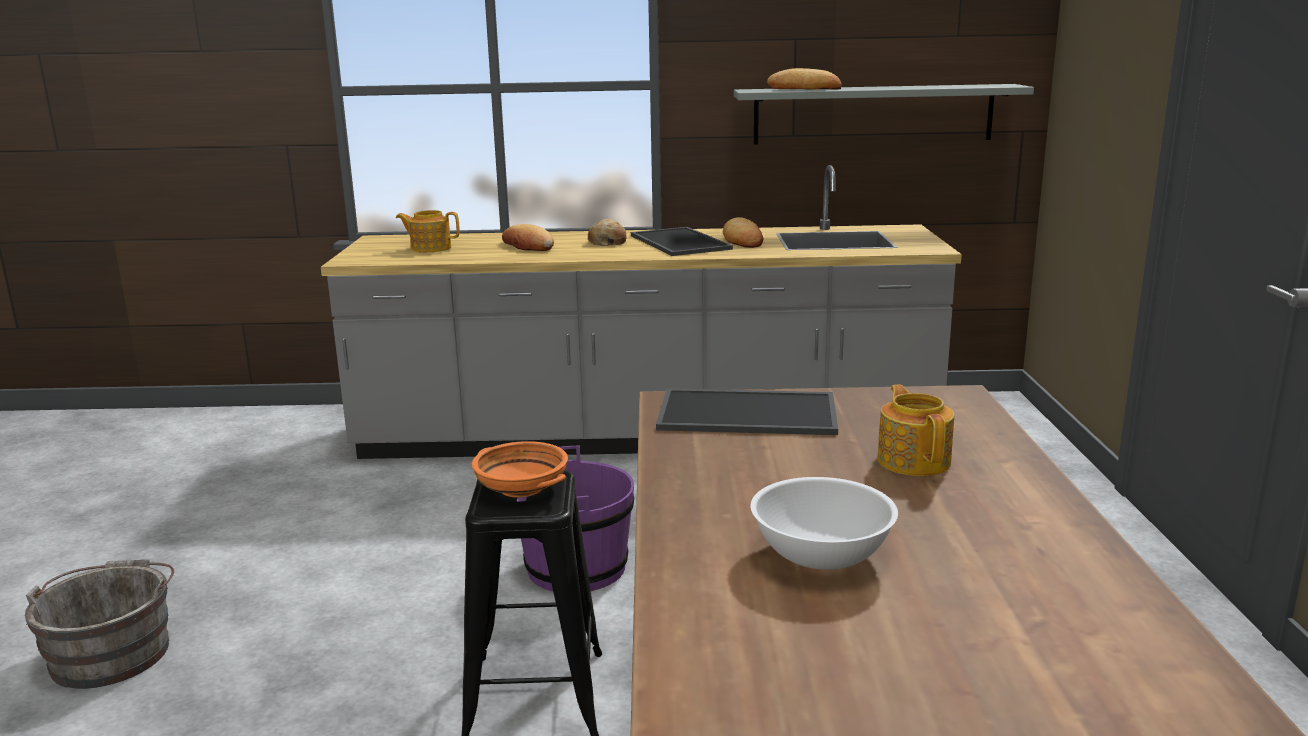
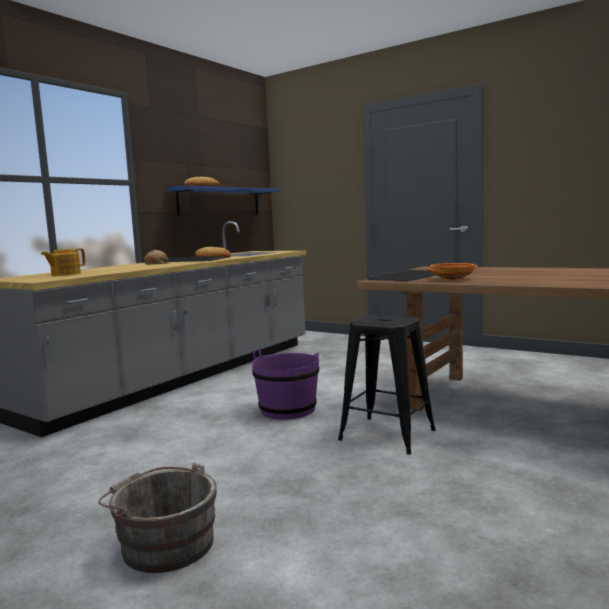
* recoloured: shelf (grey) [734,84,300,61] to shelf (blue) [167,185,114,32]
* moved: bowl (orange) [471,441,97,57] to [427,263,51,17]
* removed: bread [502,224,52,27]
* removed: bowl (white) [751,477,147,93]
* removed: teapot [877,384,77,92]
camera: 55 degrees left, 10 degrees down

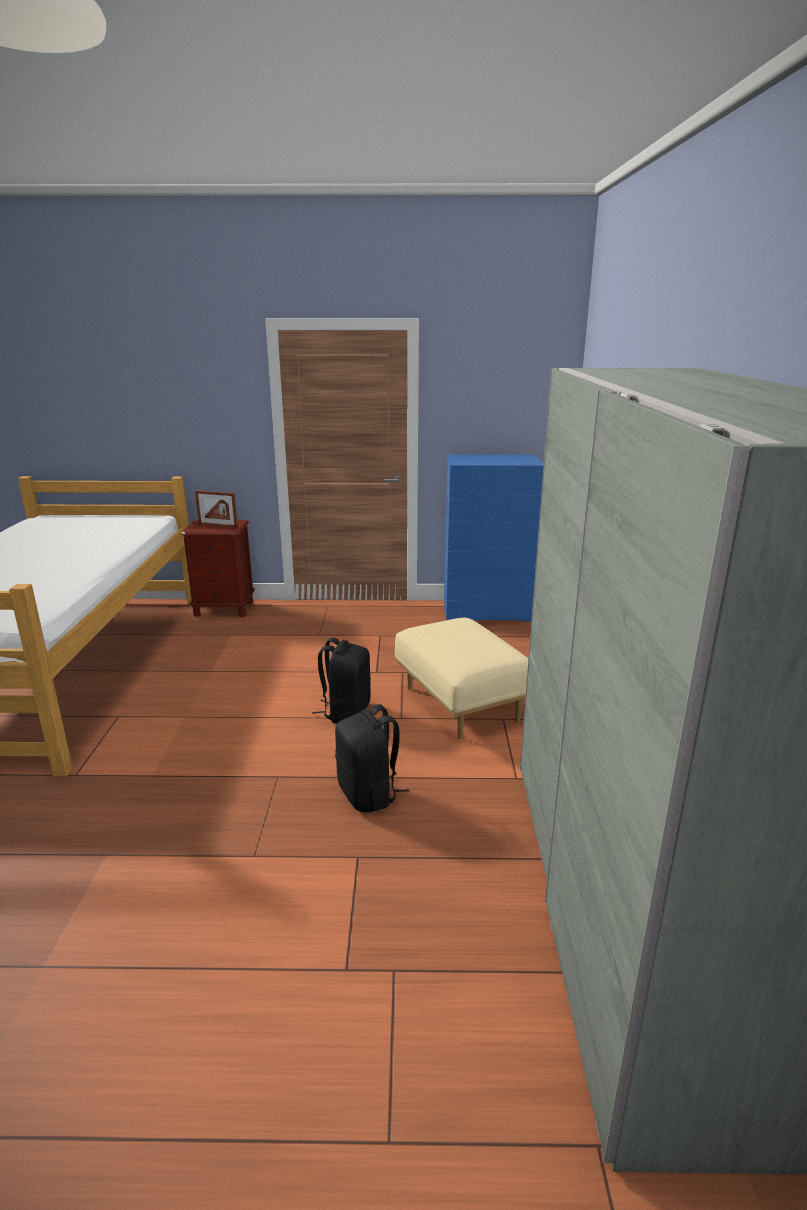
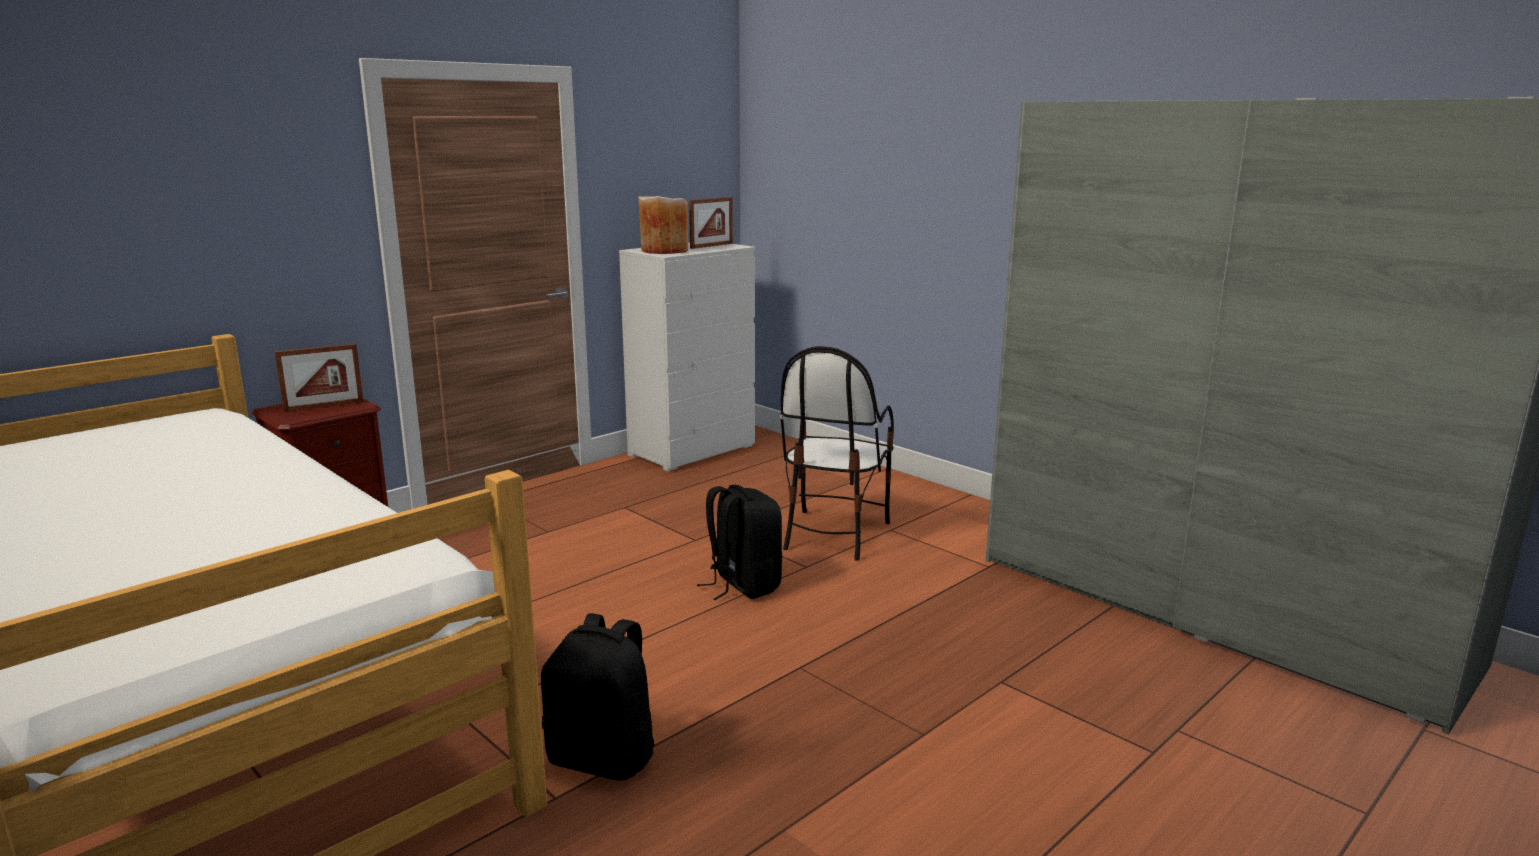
* moved: backpack (black) [335,704,74,109] to [541,613,114,168]
* recoloured: dresser (blue) [444,455,99,167] to dresser (white) [619,243,136,228]
* added: vase (beige) [638,196,50,58]
* added: picture frame [689,197,44,52]
* replaced: ottoman (beige) [395,618,133,121] to chair [780,346,114,215]
camera: 45 degrees left, 5 degrees down

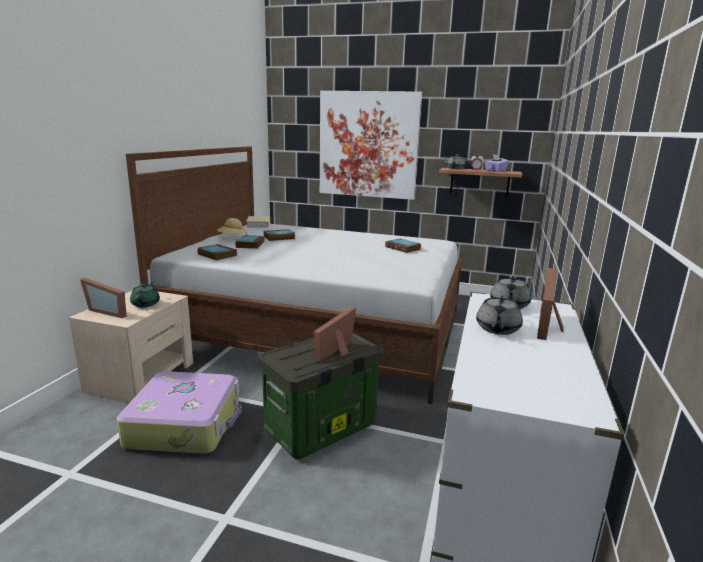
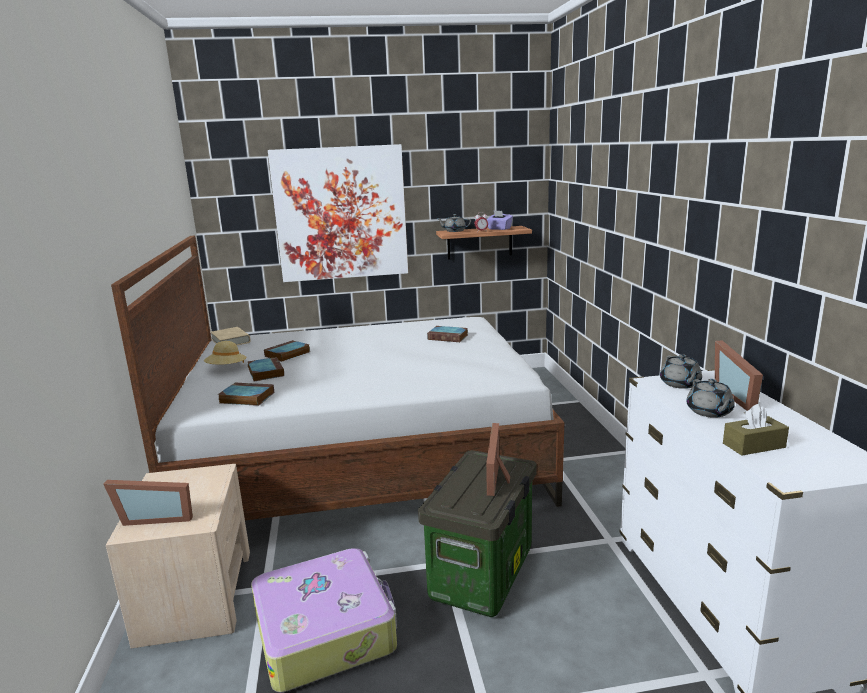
* added: tissue box (brown) [723,404,66,51]
* removed: teapot (green) [130,281,30,26]
camera: 25 degrees left, 0 degrees up

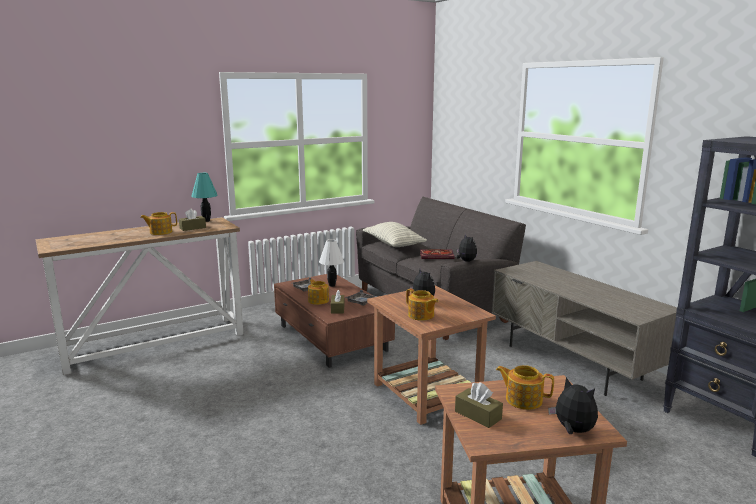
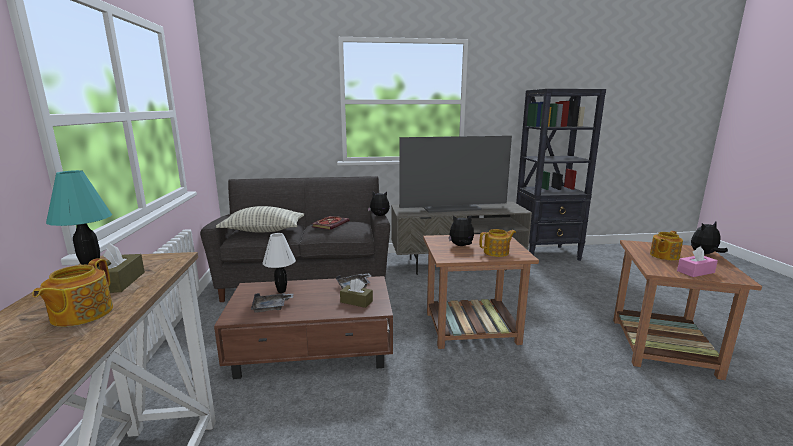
* added: television [399,136,113,77]
* recoloured: tissue box (brown) [455,382,48,46] to tissue box (pink) [677,246,41,31]
* removed: teapot [308,279,21,26]
camera: 65 degrees left, 0 degrees up

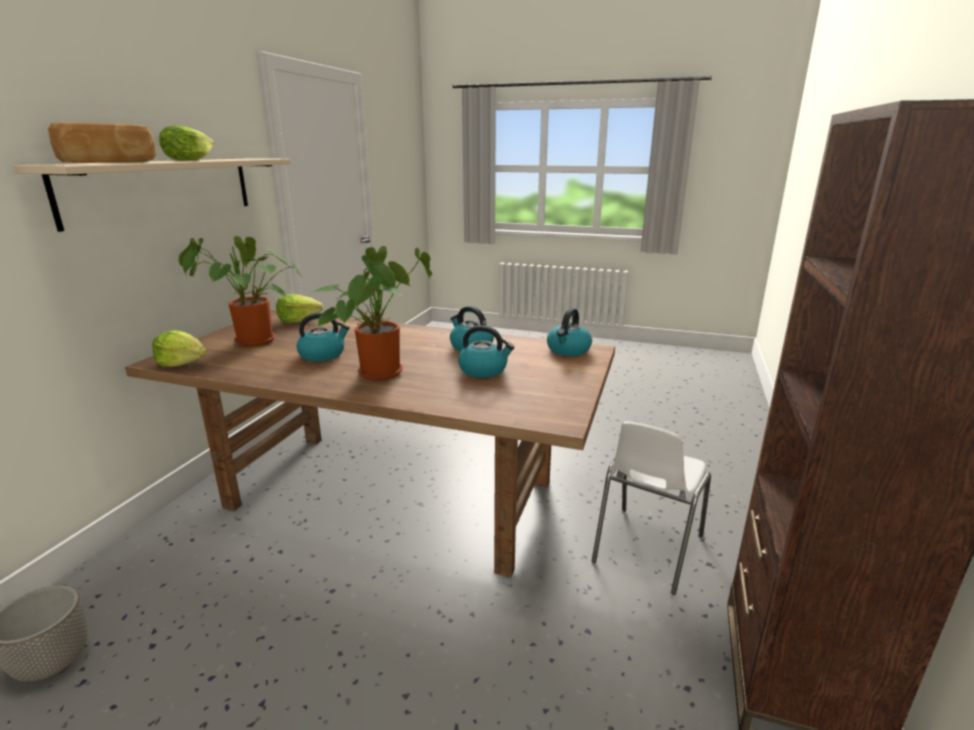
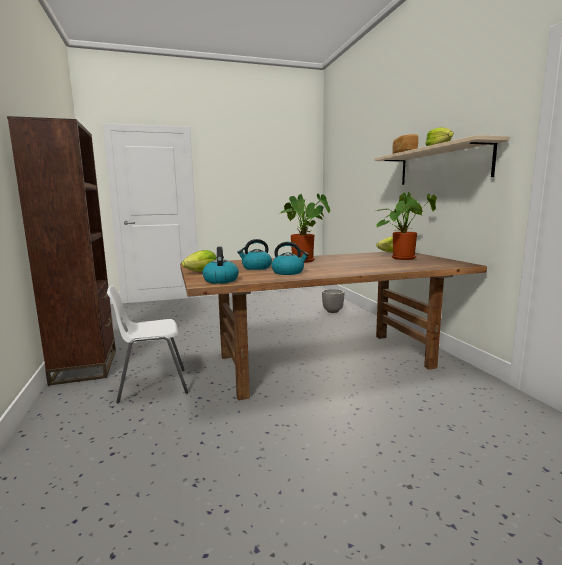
* turned: chair (white) [592,421,119,174] = [107,286,81,117] 105 degrees counterclockwise
* moved: lettuce [276,294,47,29] to [182,250,35,22]
* removed: kettle [297,313,53,49]
camera: 145 degrees right, 10 degrees down

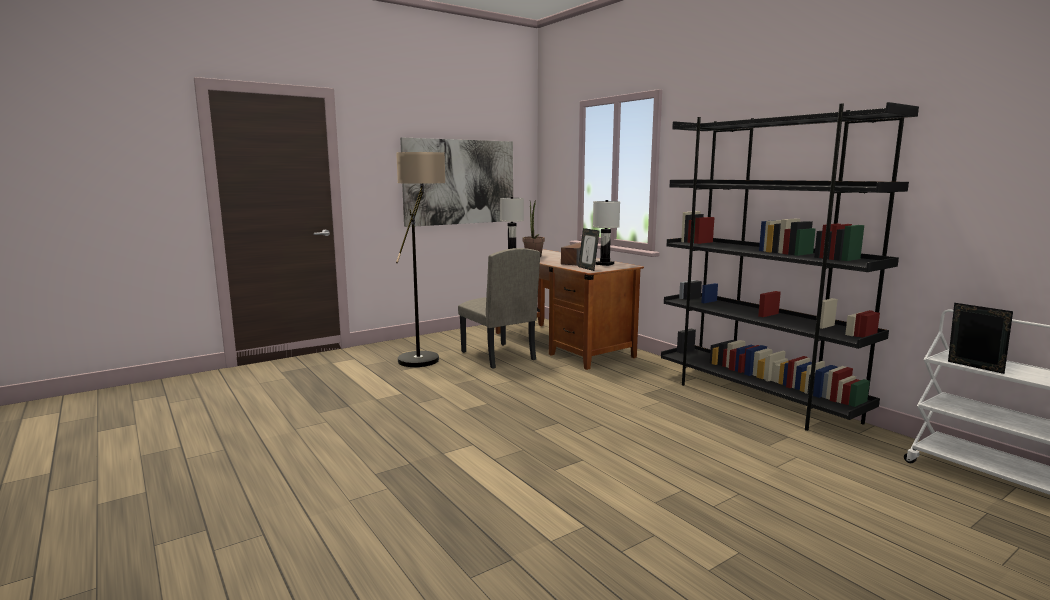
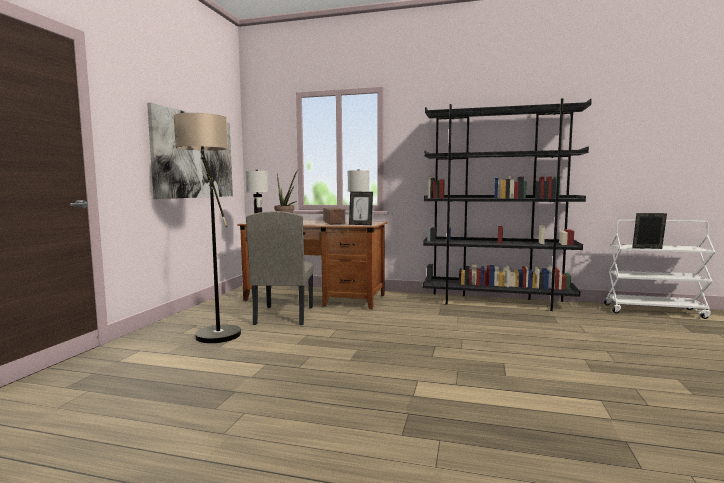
* turned: chair (beige) [458,248,82,121] = [246,211,68,114] 75 degrees clockwise
camera: 40 degrees left, 5 degrees down

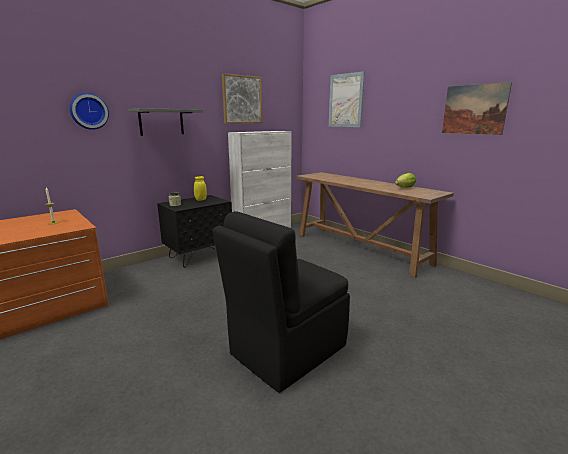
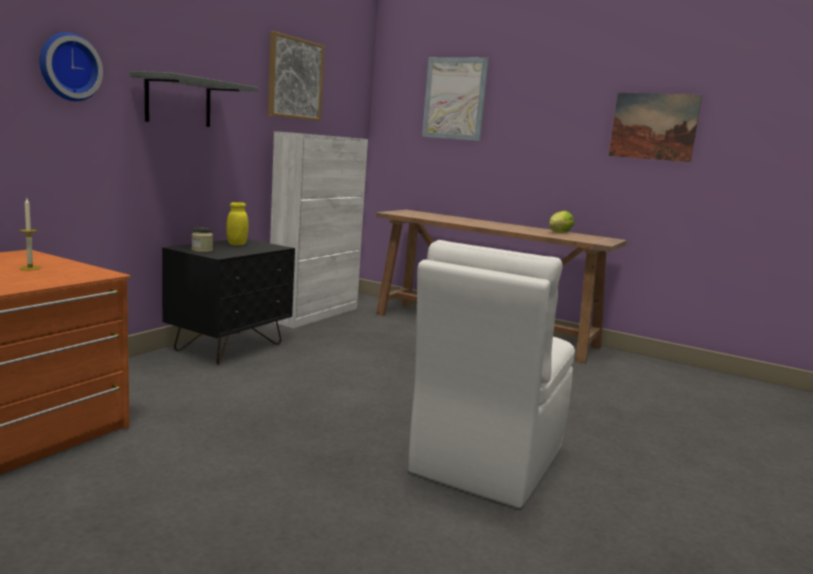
* recoloured: chair (black) [212,211,138,182] to chair (white) [408,240,167,268]
camera: 20 degrees left, 5 degrees down

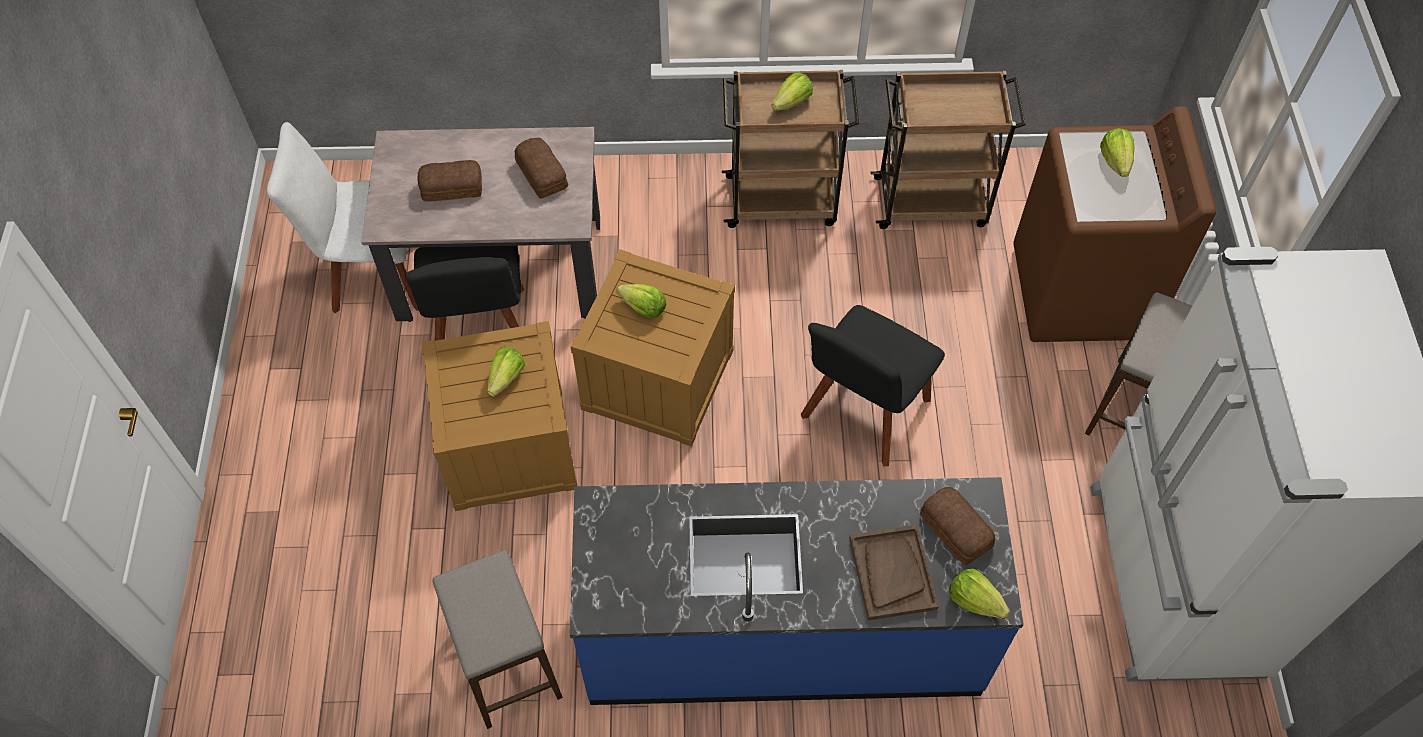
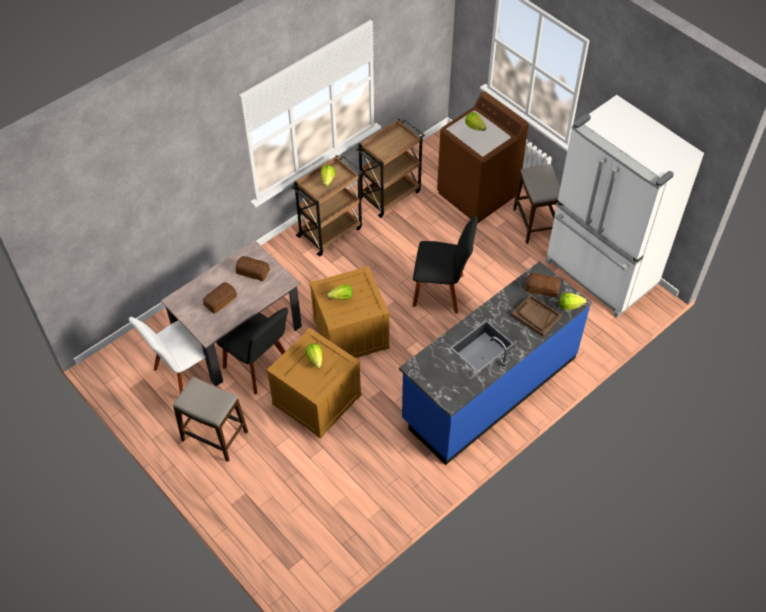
* moved: stool [433,550,130,179] to [173,377,75,85]
* turned: chair (black) [801,305,144,162] = [412,216,66,98] 75 degrees counterclockwise
camera: 40 degrees left, 5 degrees down

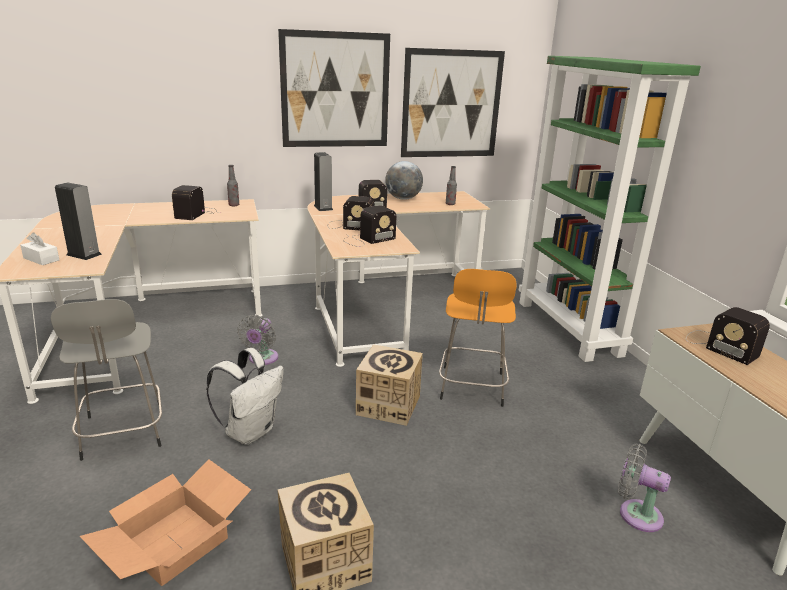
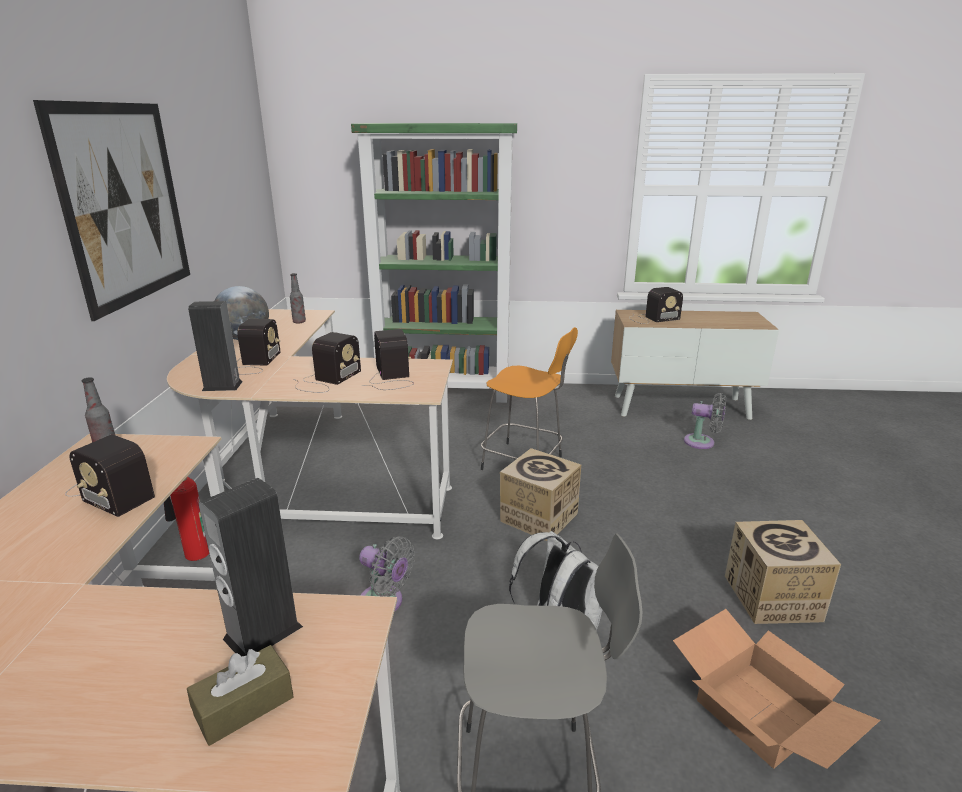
* added: fire extinguisher [164,477,45,84]
* recoloured: tissue box (white) [20,233,39,32] to tissue box (brown) [187,645,107,101]
* turned: fan (grey) [618,444,53,88] = [684,393,42,56] 120 degrees counterclockwise
* removed: picture [401,48,104,109]
camera: 70 degrees left, 0 degrees up

